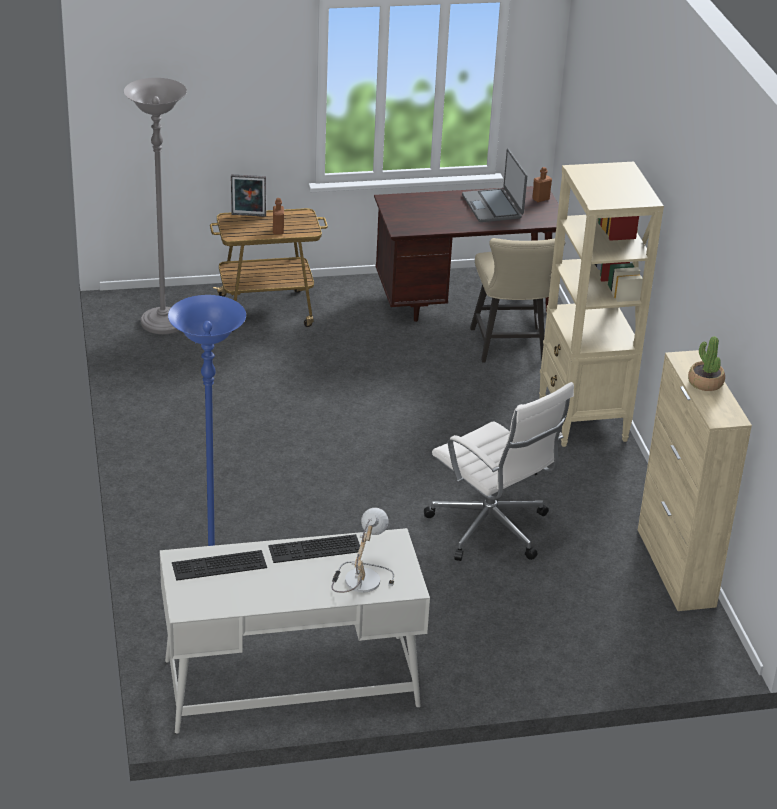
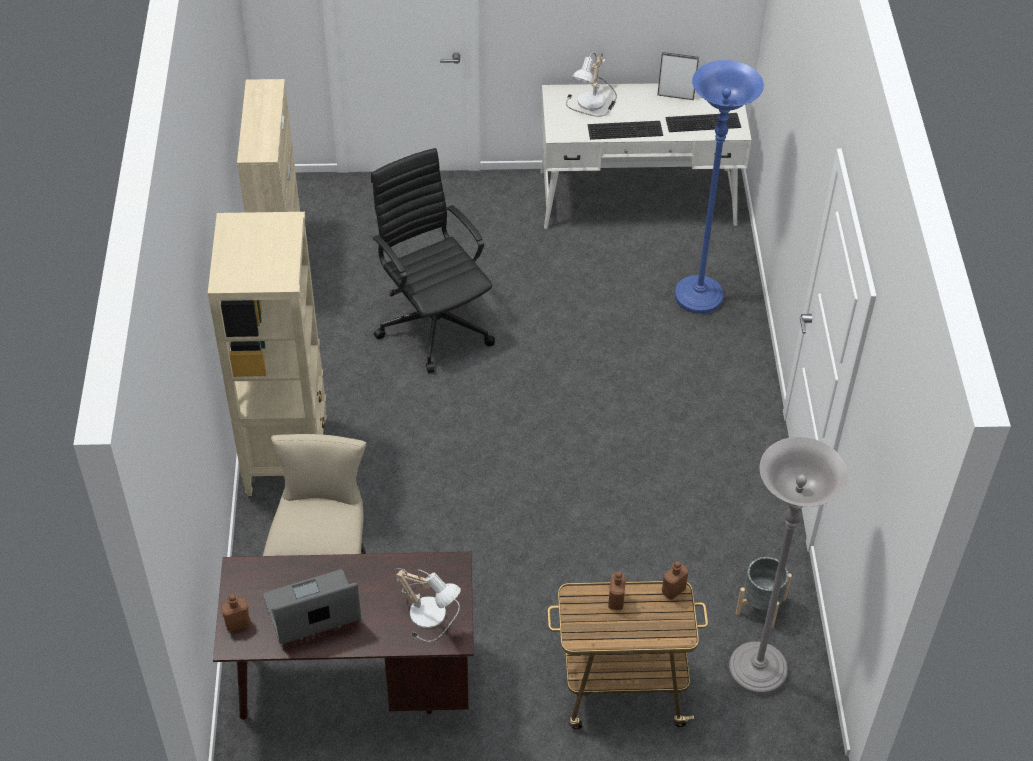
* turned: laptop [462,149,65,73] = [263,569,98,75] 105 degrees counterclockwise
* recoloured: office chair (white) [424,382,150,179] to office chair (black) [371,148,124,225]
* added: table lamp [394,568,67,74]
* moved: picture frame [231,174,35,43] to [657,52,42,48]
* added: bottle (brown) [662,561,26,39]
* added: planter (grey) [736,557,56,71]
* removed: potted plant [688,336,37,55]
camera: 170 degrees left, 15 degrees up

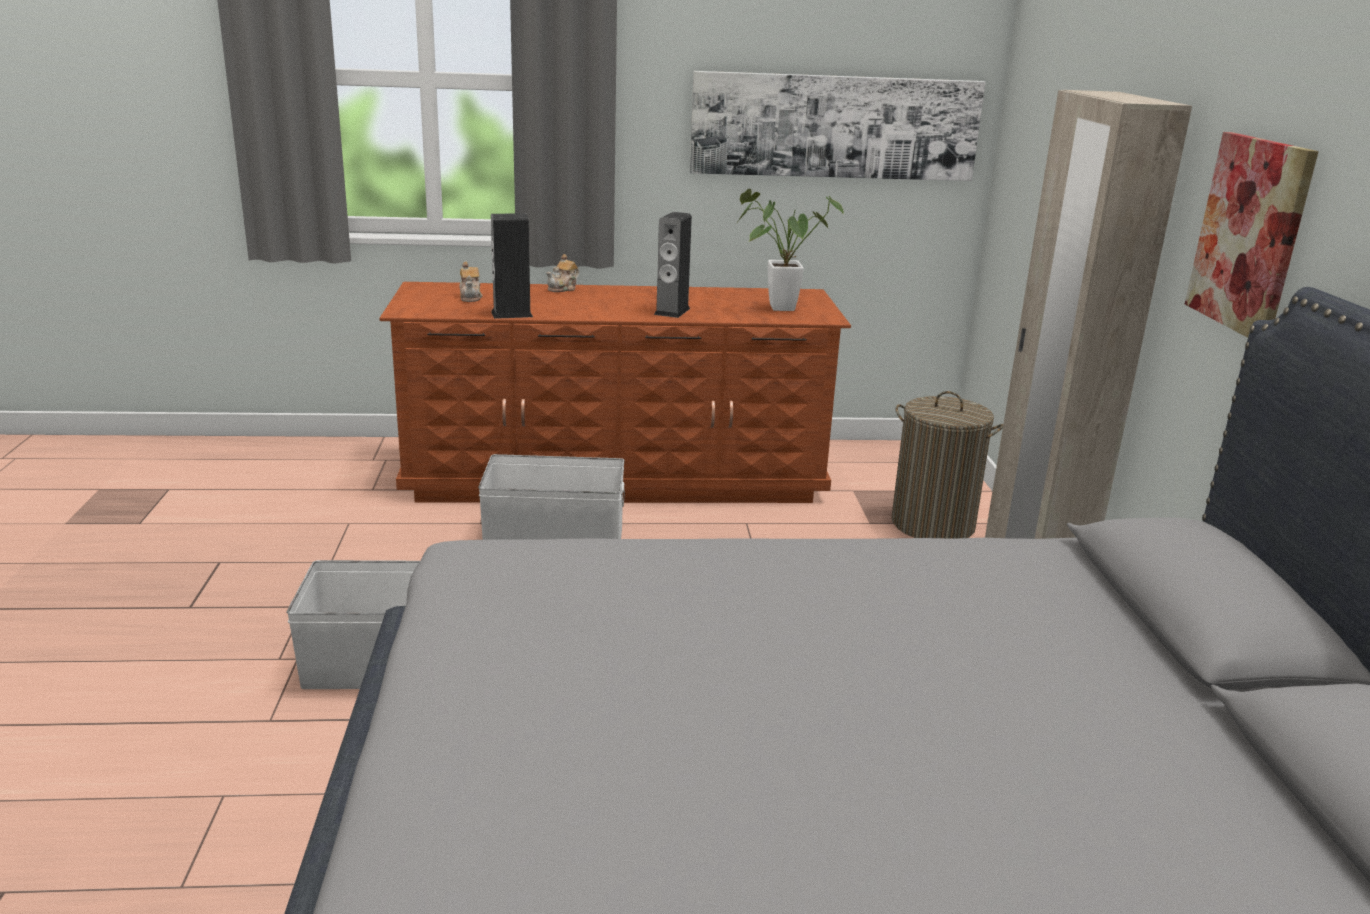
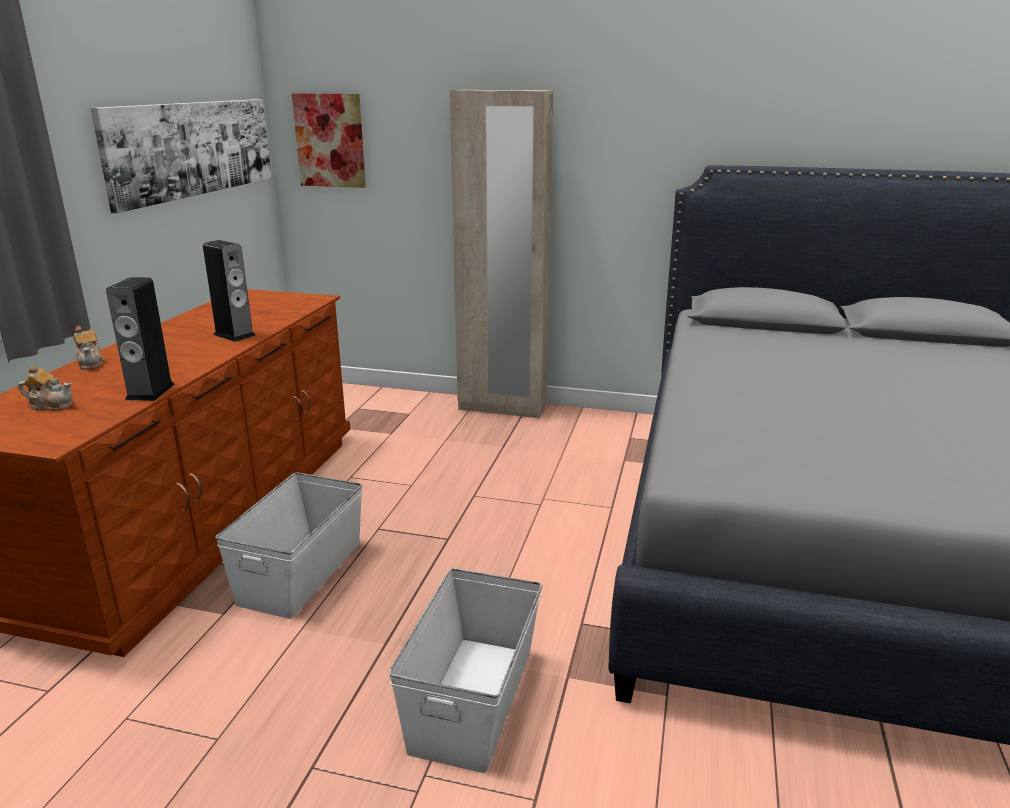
* moved: picture [1185,132,134,206] to [292,93,74,95]
* removed: potted plant [735,189,109,122]
* removed: laundry basket [891,391,112,148]
camera: 70 degrees left, 0 degrees up

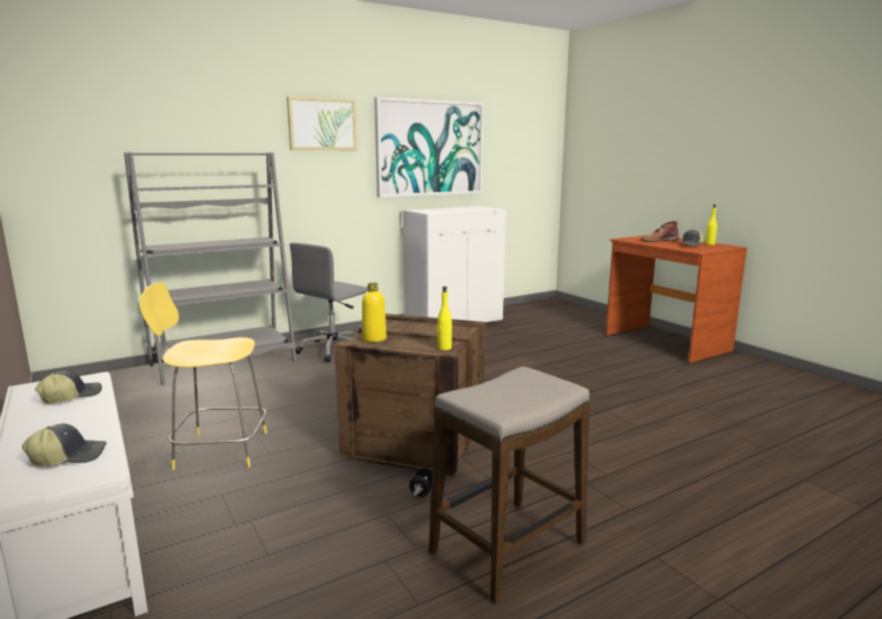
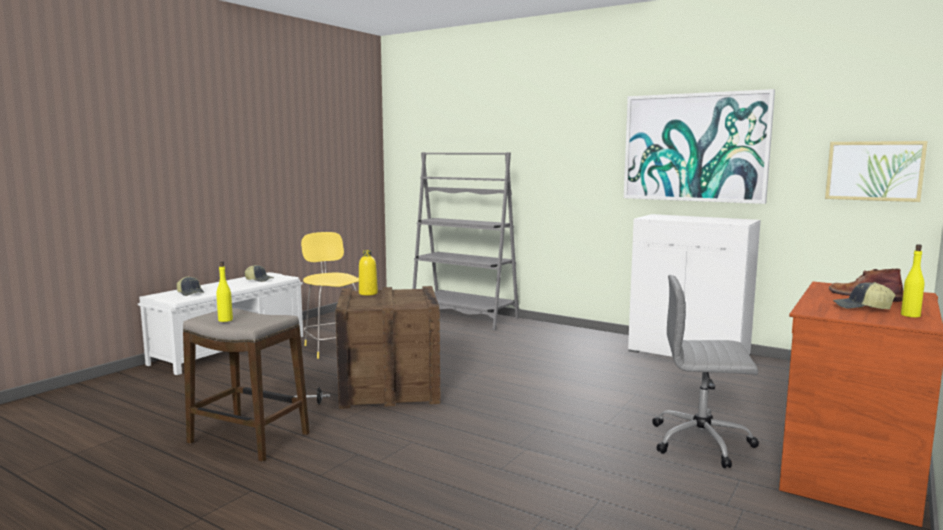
* moved: bottle (yellow) [437,286,15,64] to [216,261,17,61]
* moved: office chair (grey) [290,243,78,119] to [652,275,107,193]
* moved: picture [287,97,70,53] to [825,141,102,61]
camera: 65 degrees right, 5 degrees down

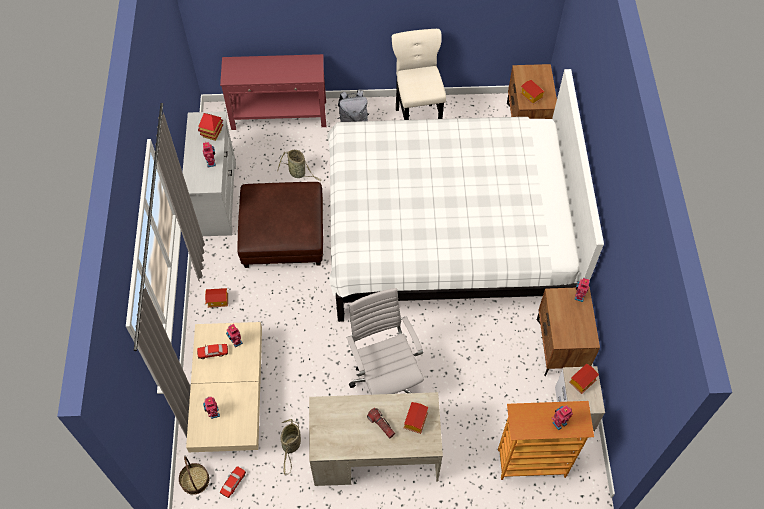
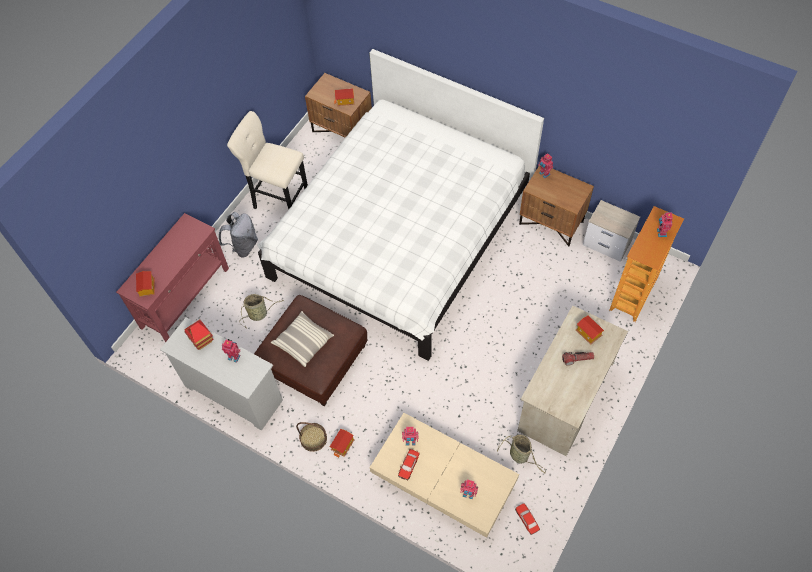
* moved: toy house [569,364,30,30] to [136,271,19,26]
* added: pillow [271,311,63,56]
* moved: basket [179,456,30,39] to [296,422,31,30]
* removed: office chair (white) [346,288,78,107]
camera: 55 degrees left, 0 degrees up

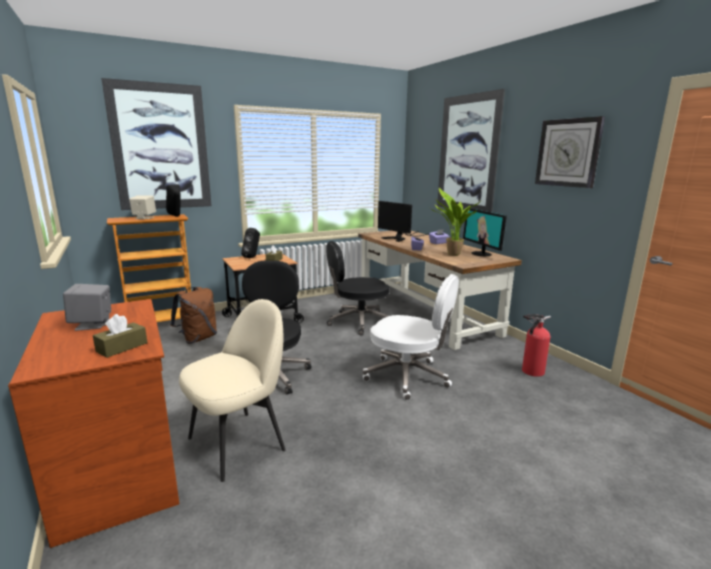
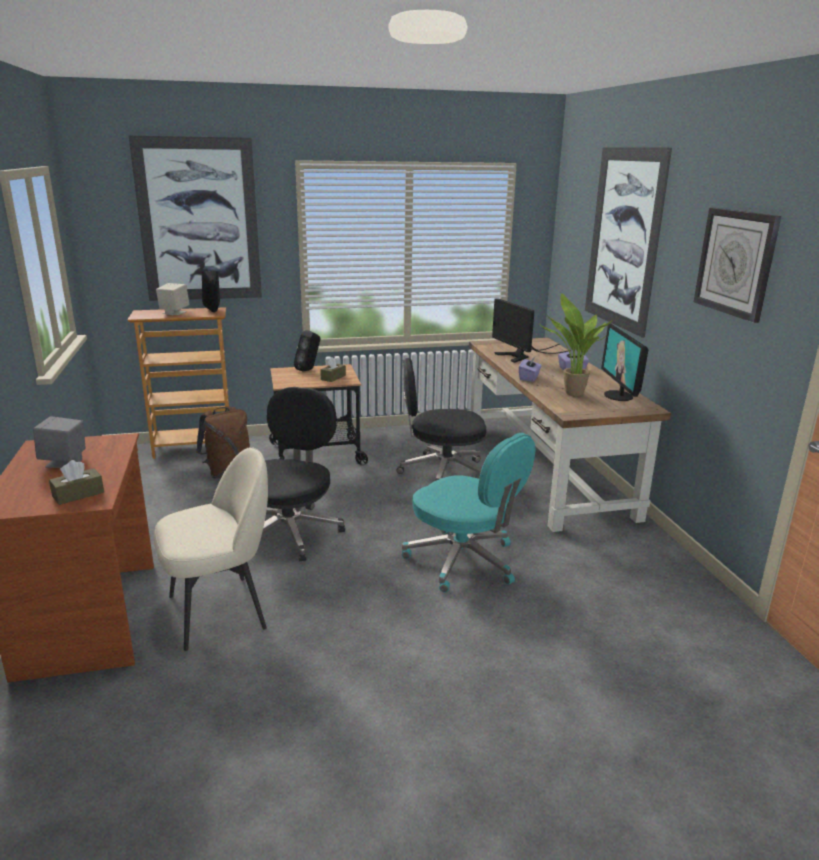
* recoloured: office chair (white) [363,274,96,126] to office chair (turquoise) [402,433,133,159]
* removed: fire extinguisher [522,314,29,63]
camera: 15 degrees right, 5 degrees up

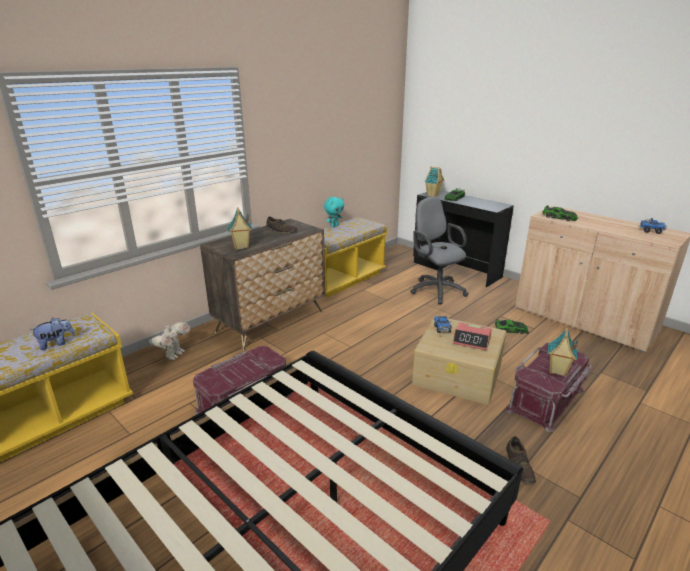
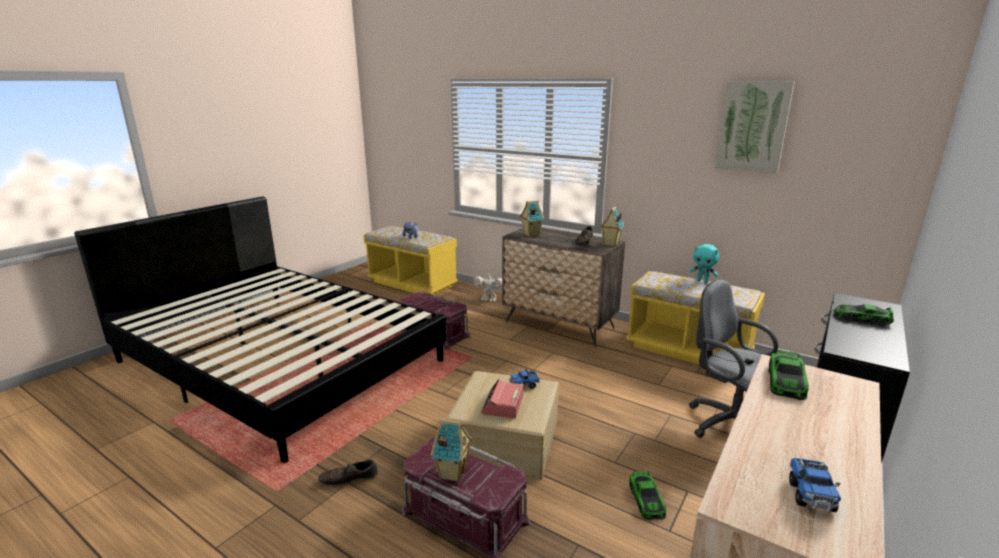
* moved: toy house [424,166,20,31] to [600,206,25,40]
* turned: office chair (grey) [410,197,59,107] = [689,279,89,159] 90 degrees counterclockwise
* added: picture [715,82,79,92]
camera: 80 degrees right, 5 degrees down

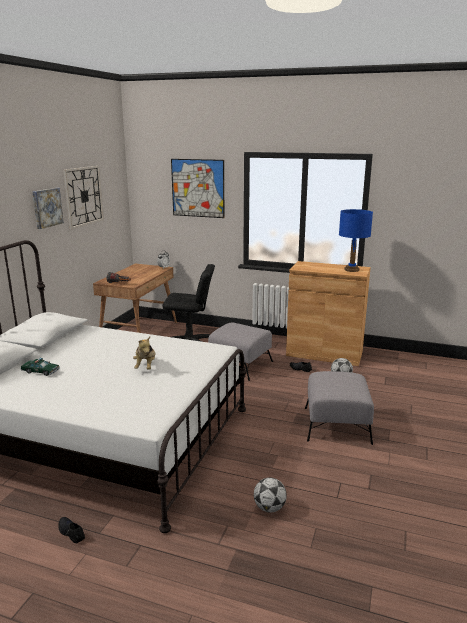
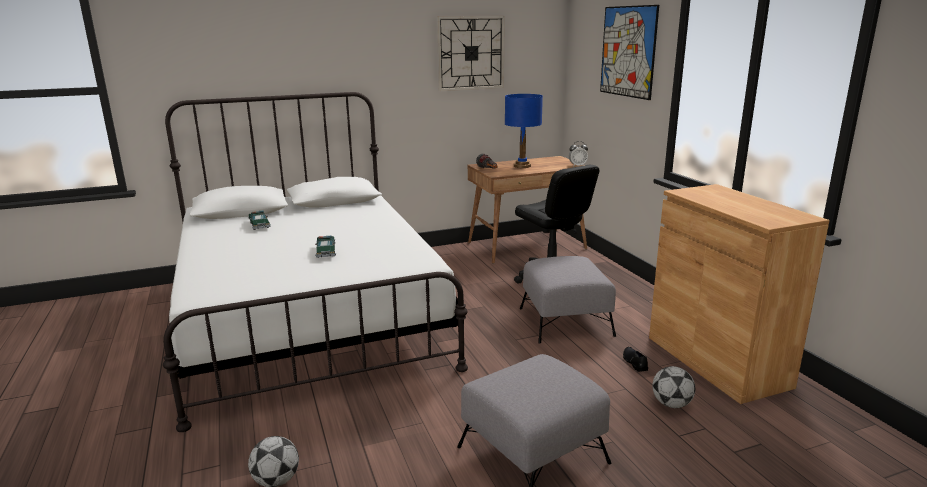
* replaced: plush toy [133,337,22,33] to toy car [315,236,21,22]
* moved: table lamp (blue) [339,209,34,63] to [505,94,38,74]
* removed: picture [32,188,32,41]
* removed: shoe (black) [58,517,27,26]
camera: 50 degrees right, 0 degrees up

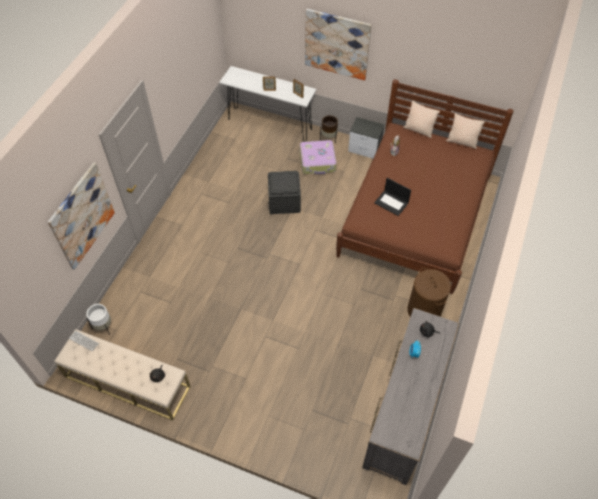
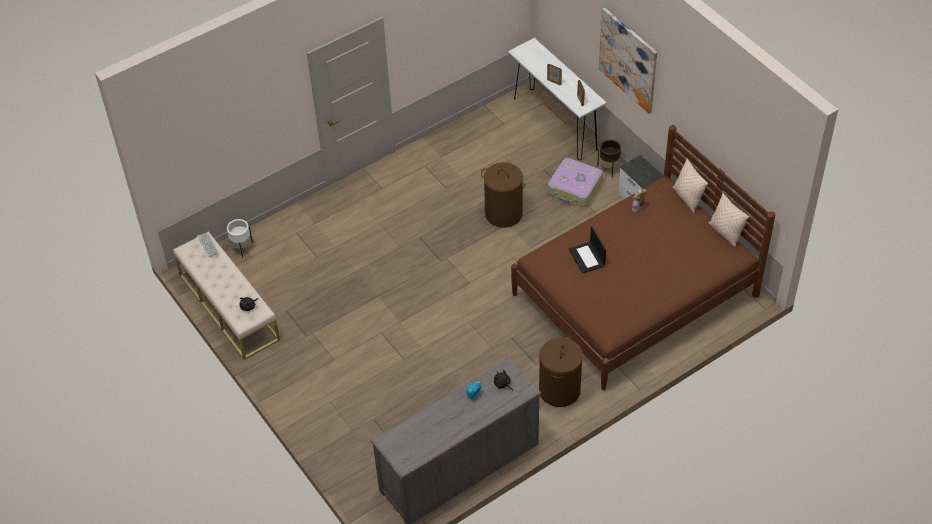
* replaced: ottoman (grey) [268,171,33,43] to laundry basket (brown) [481,162,44,66]
* removed: picture [48,162,67,108]
camera: 35 degrees right, 5 degrees down

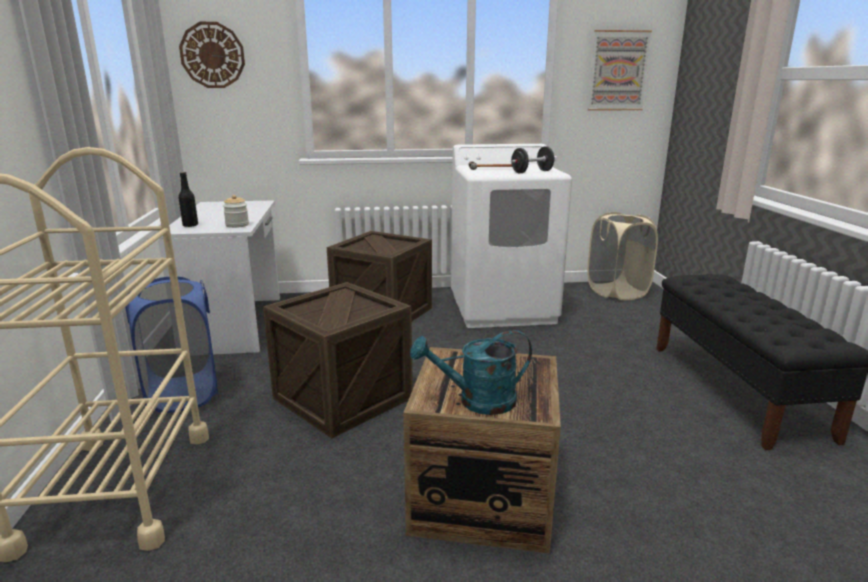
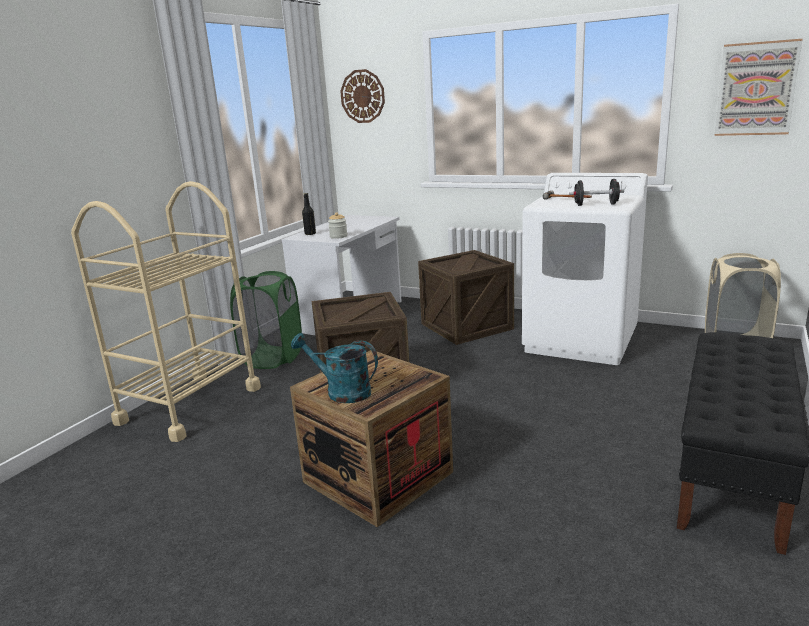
* recoloured: laundry basket (blue) [125,277,93,136] to laundry basket (green) [230,271,72,98]
camera: 35 degrees right, 0 degrees up

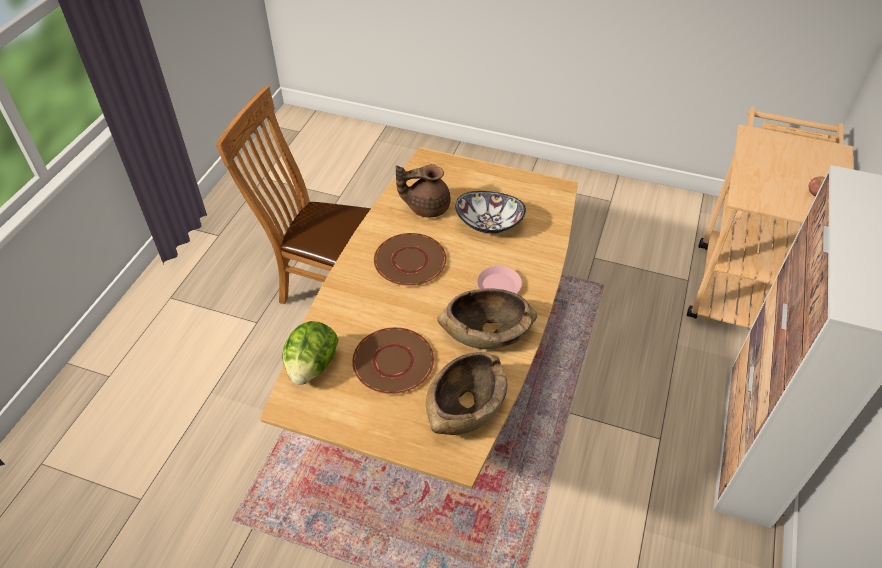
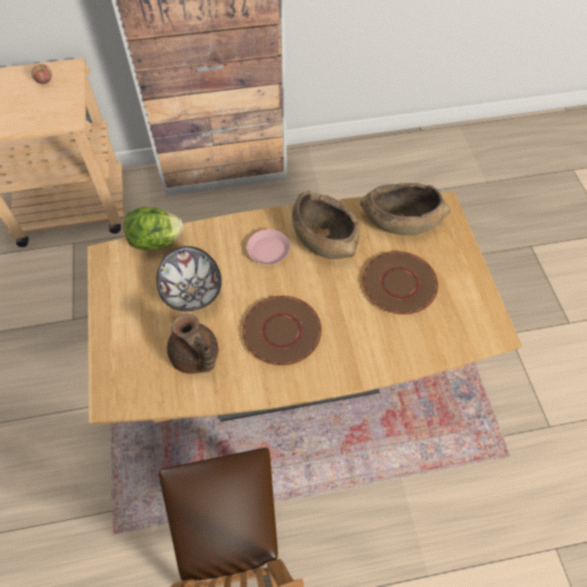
* moved: lettuce [282,321,57,64] to [124,207,59,43]
camera: 120 degrees left, 10 degrees up

